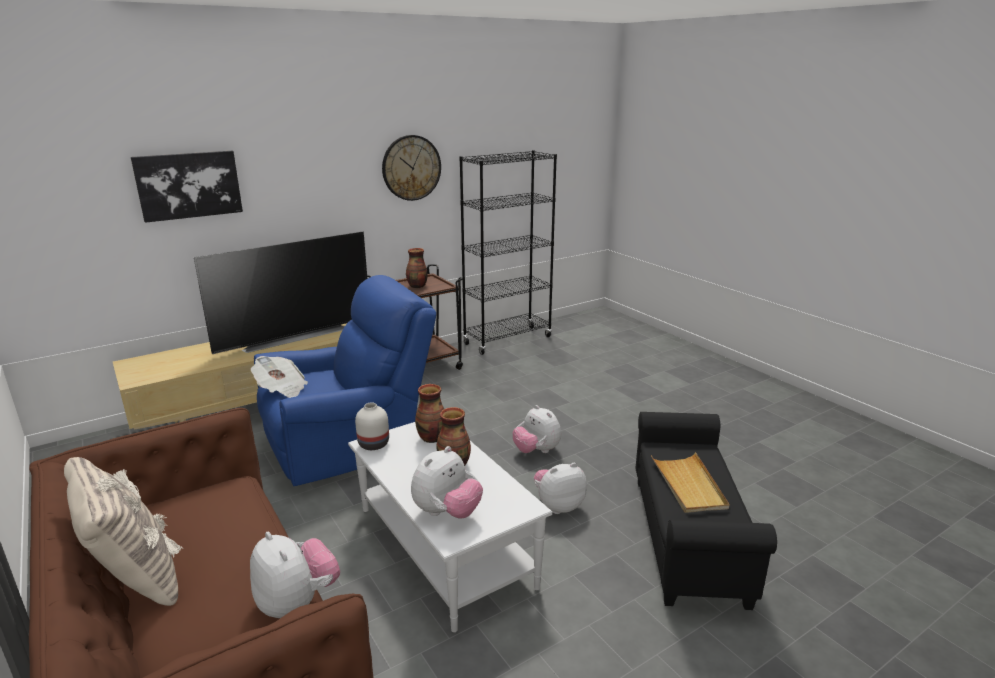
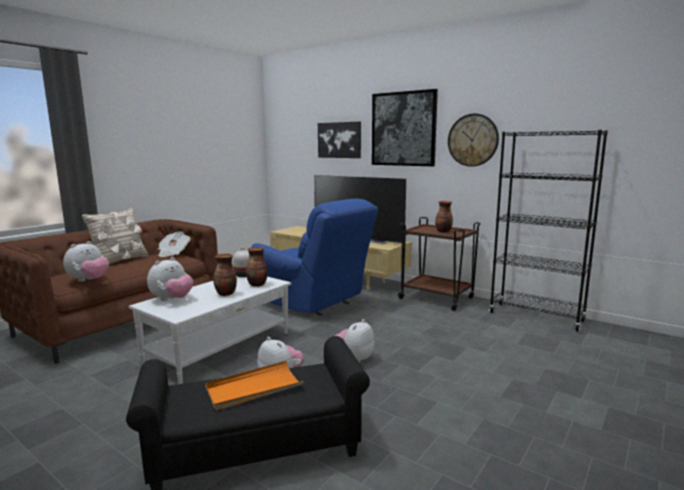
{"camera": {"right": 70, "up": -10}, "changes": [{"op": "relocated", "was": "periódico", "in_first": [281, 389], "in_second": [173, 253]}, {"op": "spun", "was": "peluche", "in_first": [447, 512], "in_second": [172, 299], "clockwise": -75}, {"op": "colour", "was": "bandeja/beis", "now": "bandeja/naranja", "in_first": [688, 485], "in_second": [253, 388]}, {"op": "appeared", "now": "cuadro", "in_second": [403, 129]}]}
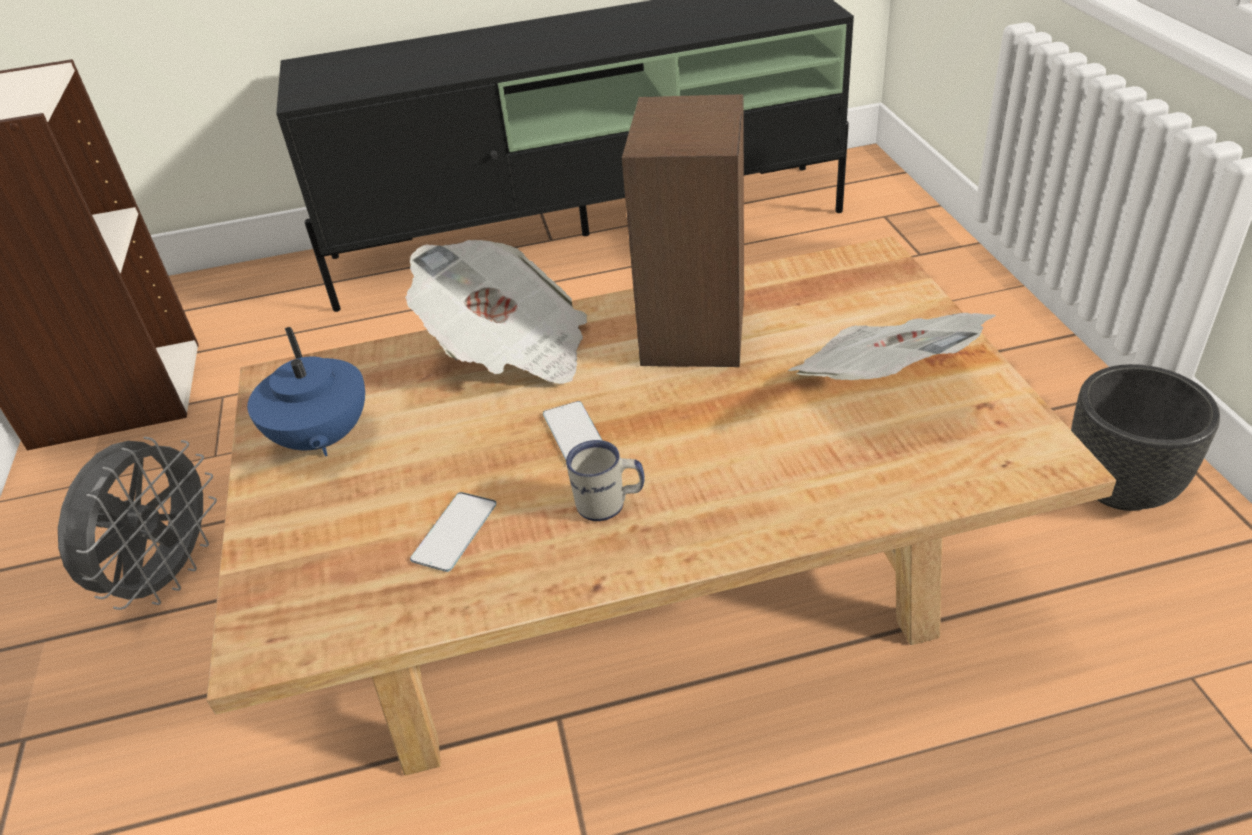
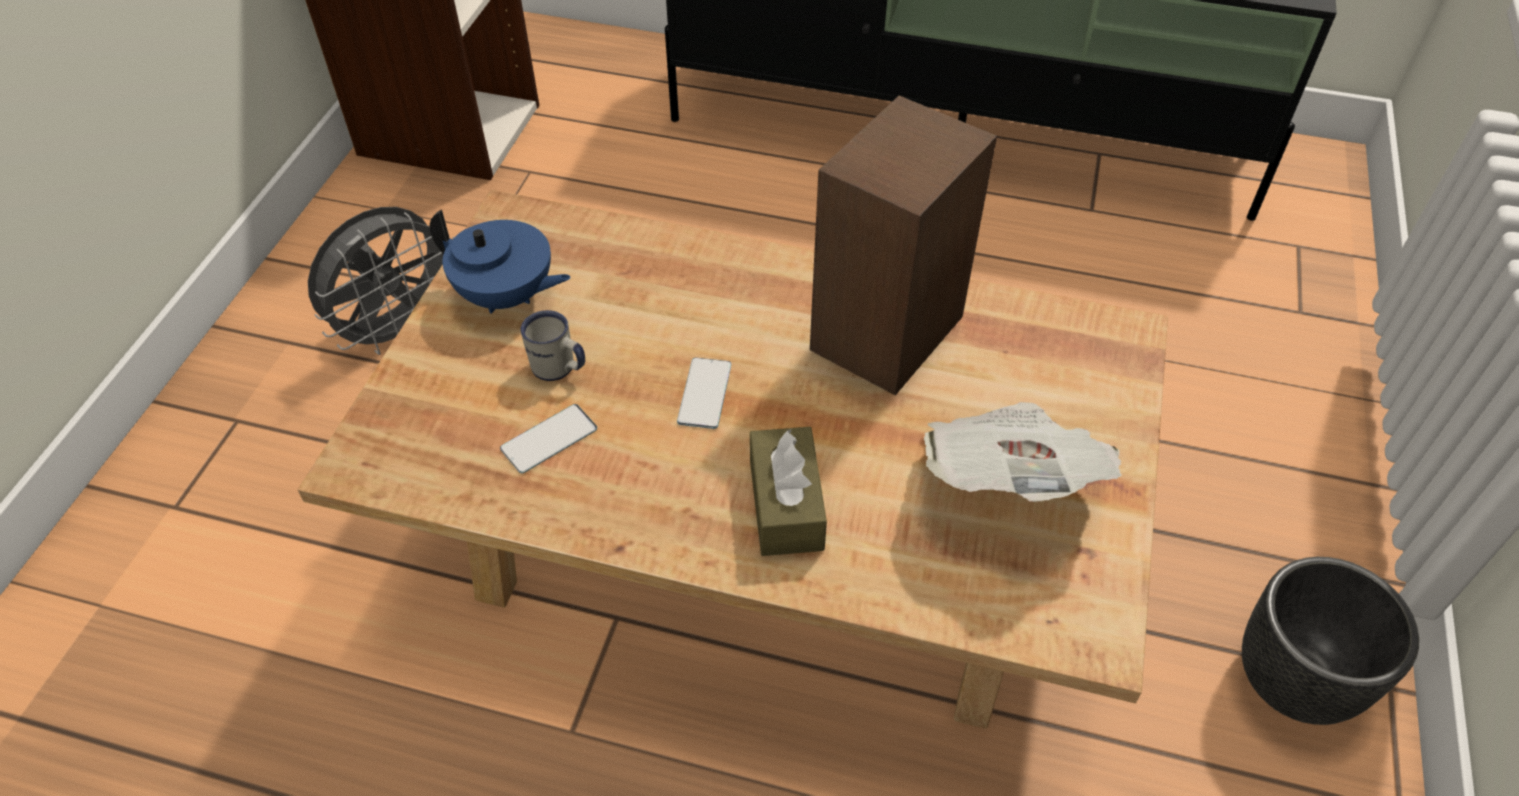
{"camera": {"right": 25, "up": 10}, "changes": [{"op": "spun", "was": "tetera/azul", "in_first": [321, 439], "in_second": [506, 296], "clockwise": -75}, {"op": "missing", "was": "periódico", "in_first": [509, 349]}, {"op": "relocated", "was": "taza grande/blanco", "in_first": [609, 505], "in_second": [559, 369]}, {"op": "appeared", "now": "caja de pañuelos/marrón", "in_second": [786, 505]}]}
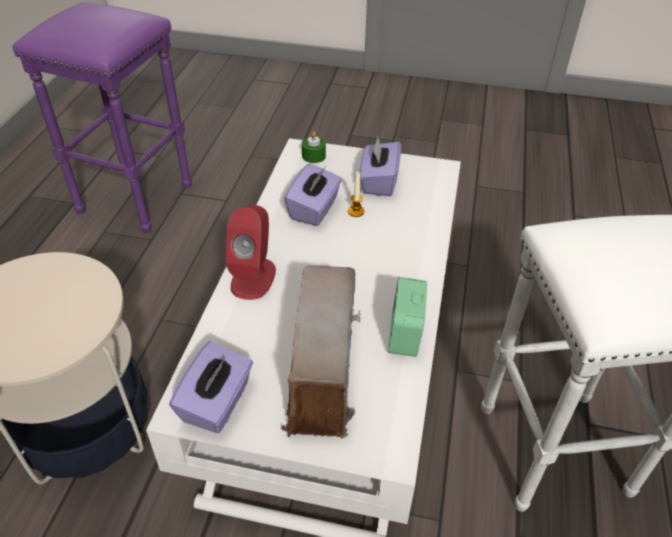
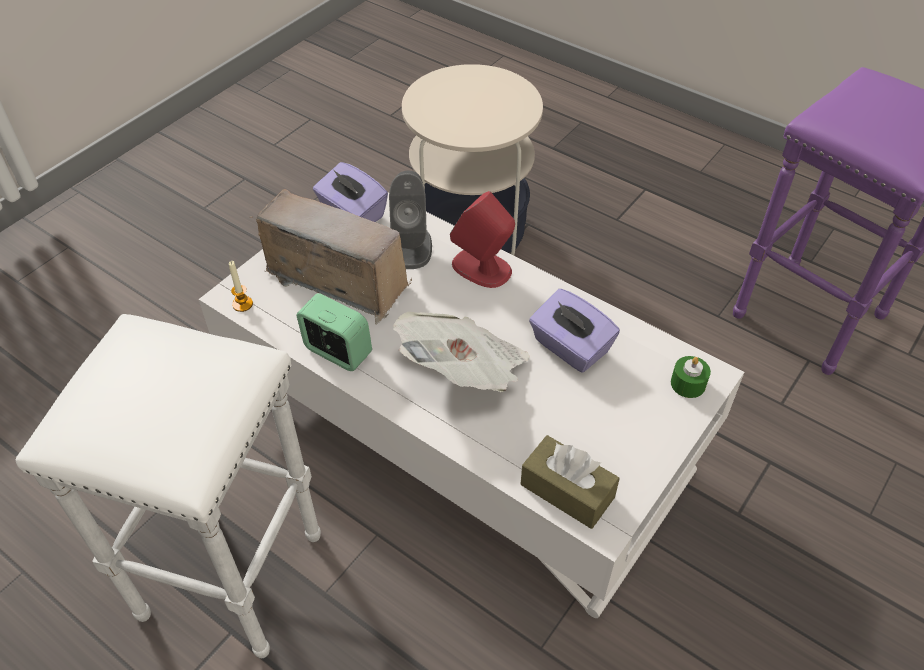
{"camera": {"right": 115, "up": 5}, "changes": [{"op": "relocated", "was": "vela", "in_first": [356, 211], "in_second": [242, 304]}, {"op": "missing", "was": "caja de pañuelos/morado", "in_first": [378, 182]}, {"op": "appeared", "now": "altavoz/gris", "in_second": [410, 247]}, {"op": "appeared", "now": "periódico", "in_second": [465, 371]}, {"op": "appeared", "now": "caja de pañuelos/marrón", "in_second": [567, 491]}]}
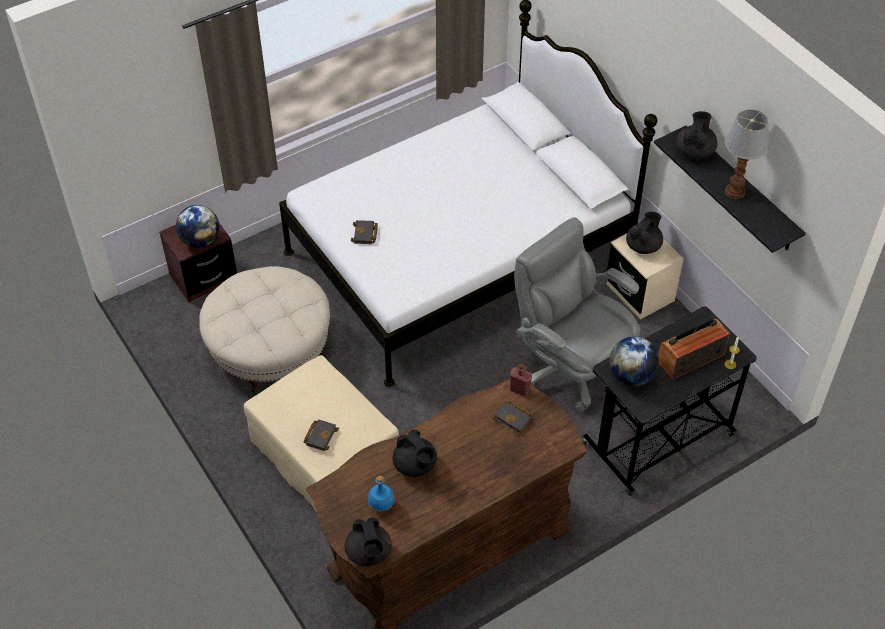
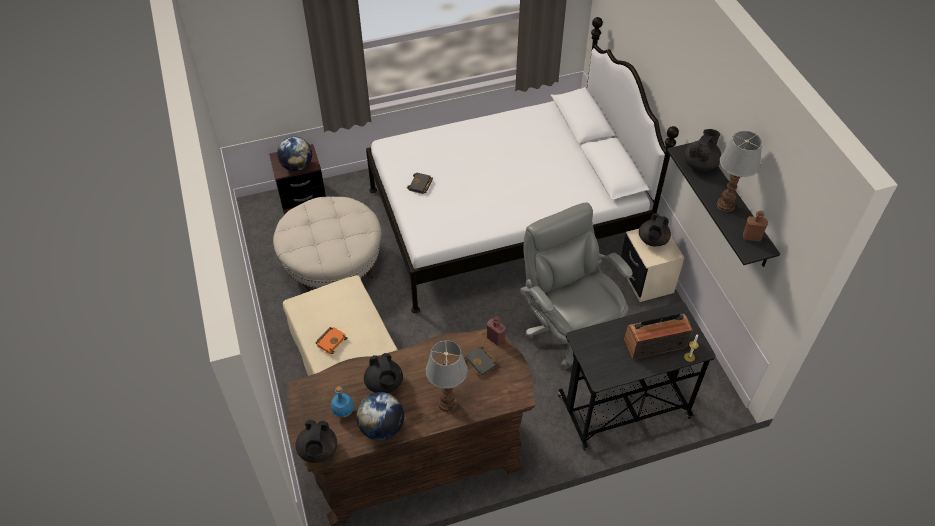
{"camera": {"right": 15, "up": 0}, "changes": [{"op": "colour", "was": "libro/negro", "now": "libro/naranja", "in_first": [320, 435], "in_second": [331, 340]}, {"op": "relocated", "was": "globo terráqueo", "in_first": [631, 375], "in_second": [382, 427]}, {"op": "spun", "was": "tetera/negro", "in_first": [643, 246], "in_second": [652, 240], "clockwise": 150}, {"op": "appeared", "now": "lámpara de mesa", "in_second": [447, 403]}, {"op": "appeared", "now": "botella/marrón", "in_second": [751, 237]}]}
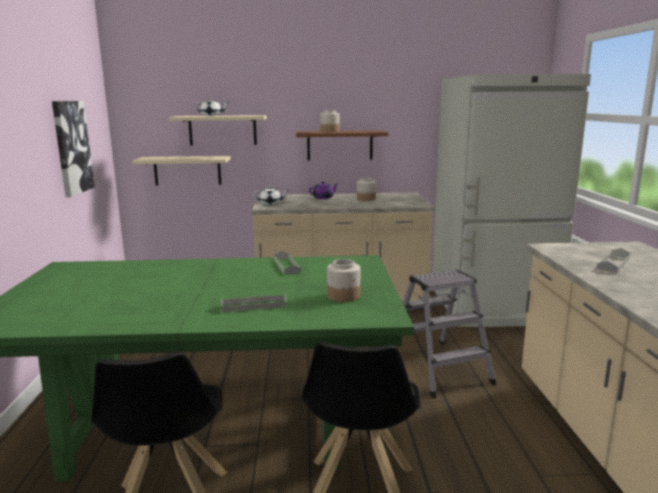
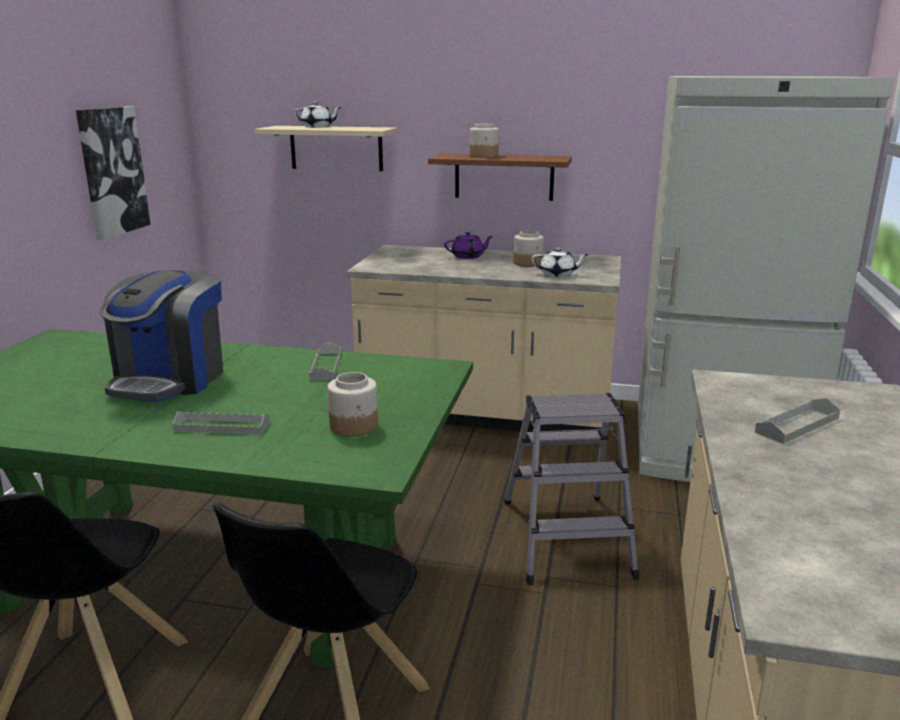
{"camera": {"right": 15, "up": 5}, "changes": [{"op": "missing", "was": "estante/beis", "in_first": [187, 170]}, {"op": "relocated", "was": "tetera/blanco", "in_first": [271, 203], "in_second": [558, 274]}, {"op": "appeared", "now": "cafetera", "in_second": [170, 379]}]}
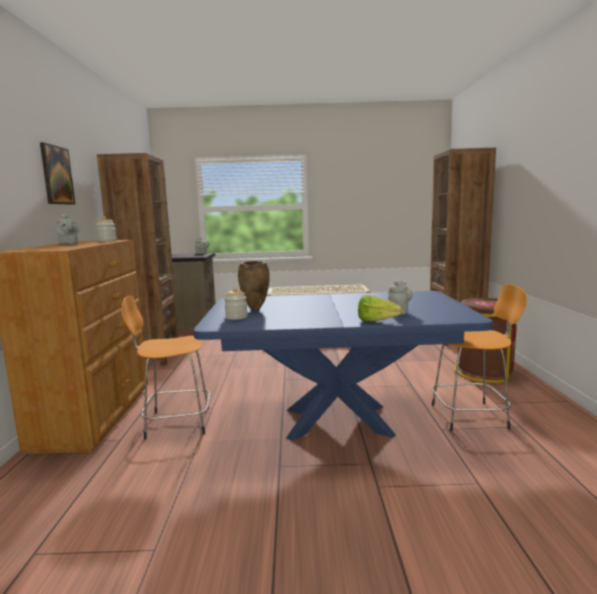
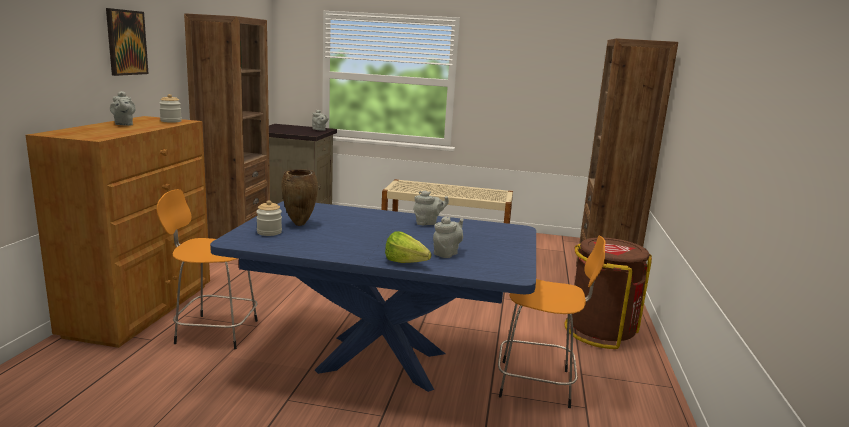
{"camera": {"right": 10, "up": 5}, "changes": [{"op": "appeared", "now": "tetera/gris", "in_second": [428, 223]}]}
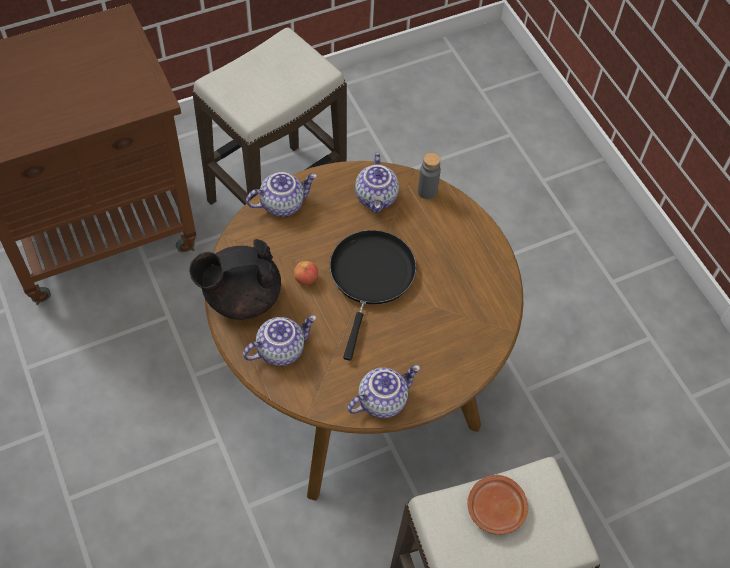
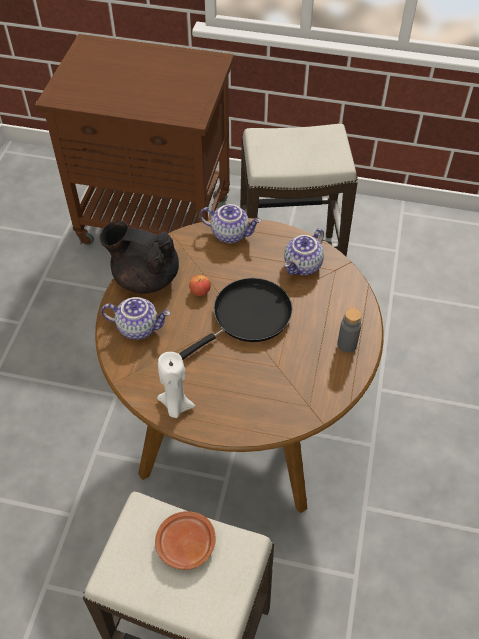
{"camera": {"right": 40, "up": -5}, "changes": [{"op": "exchanged", "was": "tetera", "now": "vela/blanco", "in_first": [382, 399], "in_second": [175, 406]}, {"op": "relocated", "was": "botella/gris", "in_first": [427, 191], "in_second": [347, 344]}]}
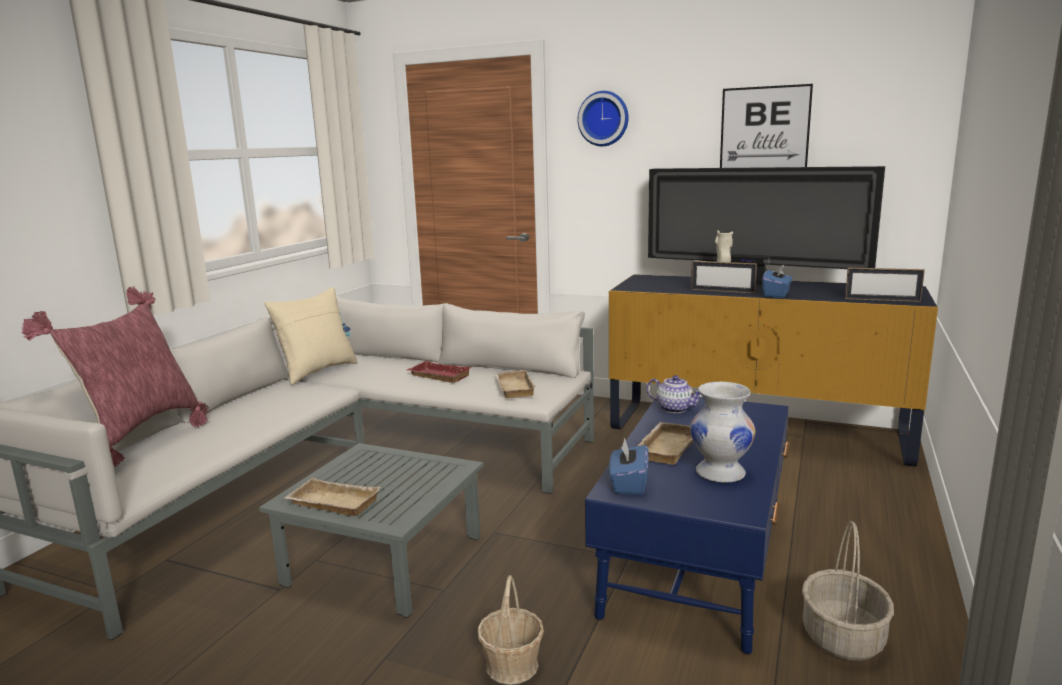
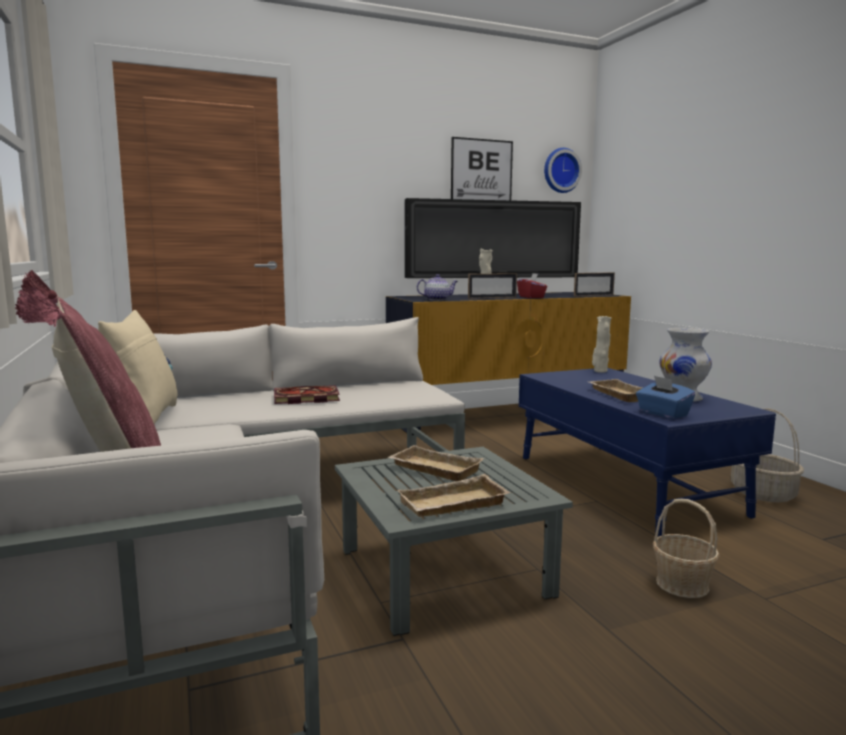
{"camera": {"right": -45, "up": -5}, "changes": [{"op": "exchanged", "was": "bandeja/rojo", "now": "libro", "in_first": [437, 376], "in_second": [304, 398]}, {"op": "relocated", "was": "bandeja/beis", "in_first": [513, 388], "in_second": [432, 469]}, {"op": "relocated", "was": "reloj de pared", "in_first": [604, 118], "in_second": [560, 170]}, {"op": "relocated", "was": "tetera", "in_first": [675, 409], "in_second": [437, 299]}, {"op": "colour", "was": "caja de pañuelos/azul", "now": "caja de pañuelos/rojo", "in_first": [776, 295], "in_second": [531, 297]}, {"op": "appeared", "now": "florero/beis", "in_second": [599, 371]}]}
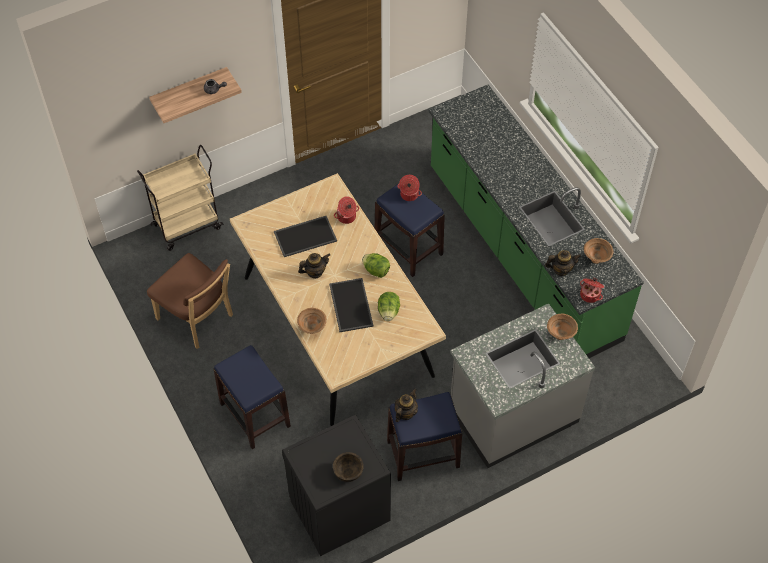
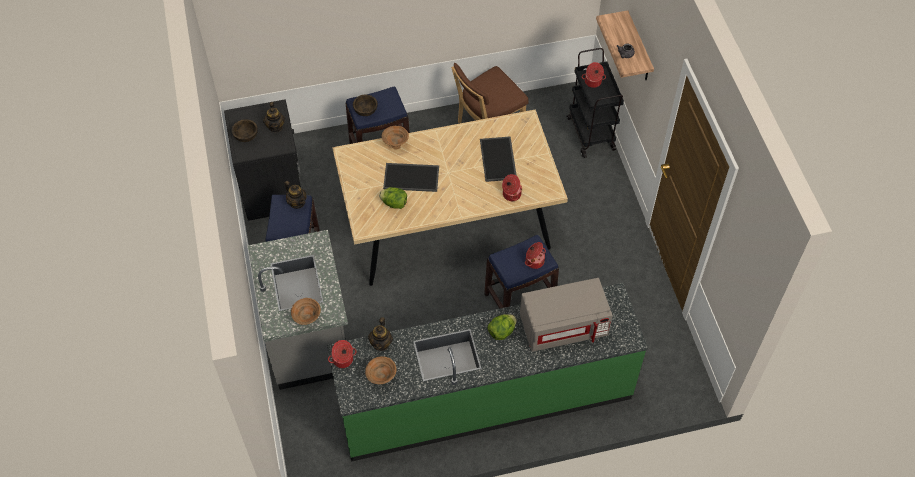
{"camera": {"right": 105, "up": 0}, "changes": [{"op": "colour", "was": "carrito/beis", "now": "carrito/negro", "in_first": [188, 226], "in_second": [591, 134]}, {"op": "relocated", "was": "tetera", "in_first": [315, 272], "in_second": [275, 126]}, {"op": "relocated", "was": "lechuga", "in_first": [376, 270], "in_second": [501, 331]}, {"op": "appeared", "now": "cuenco/marrón", "in_second": [365, 111]}, {"op": "appeared", "now": "microondas/gris", "in_second": [563, 326]}, {"op": "appeared", "now": "olla", "in_second": [593, 82]}]}
